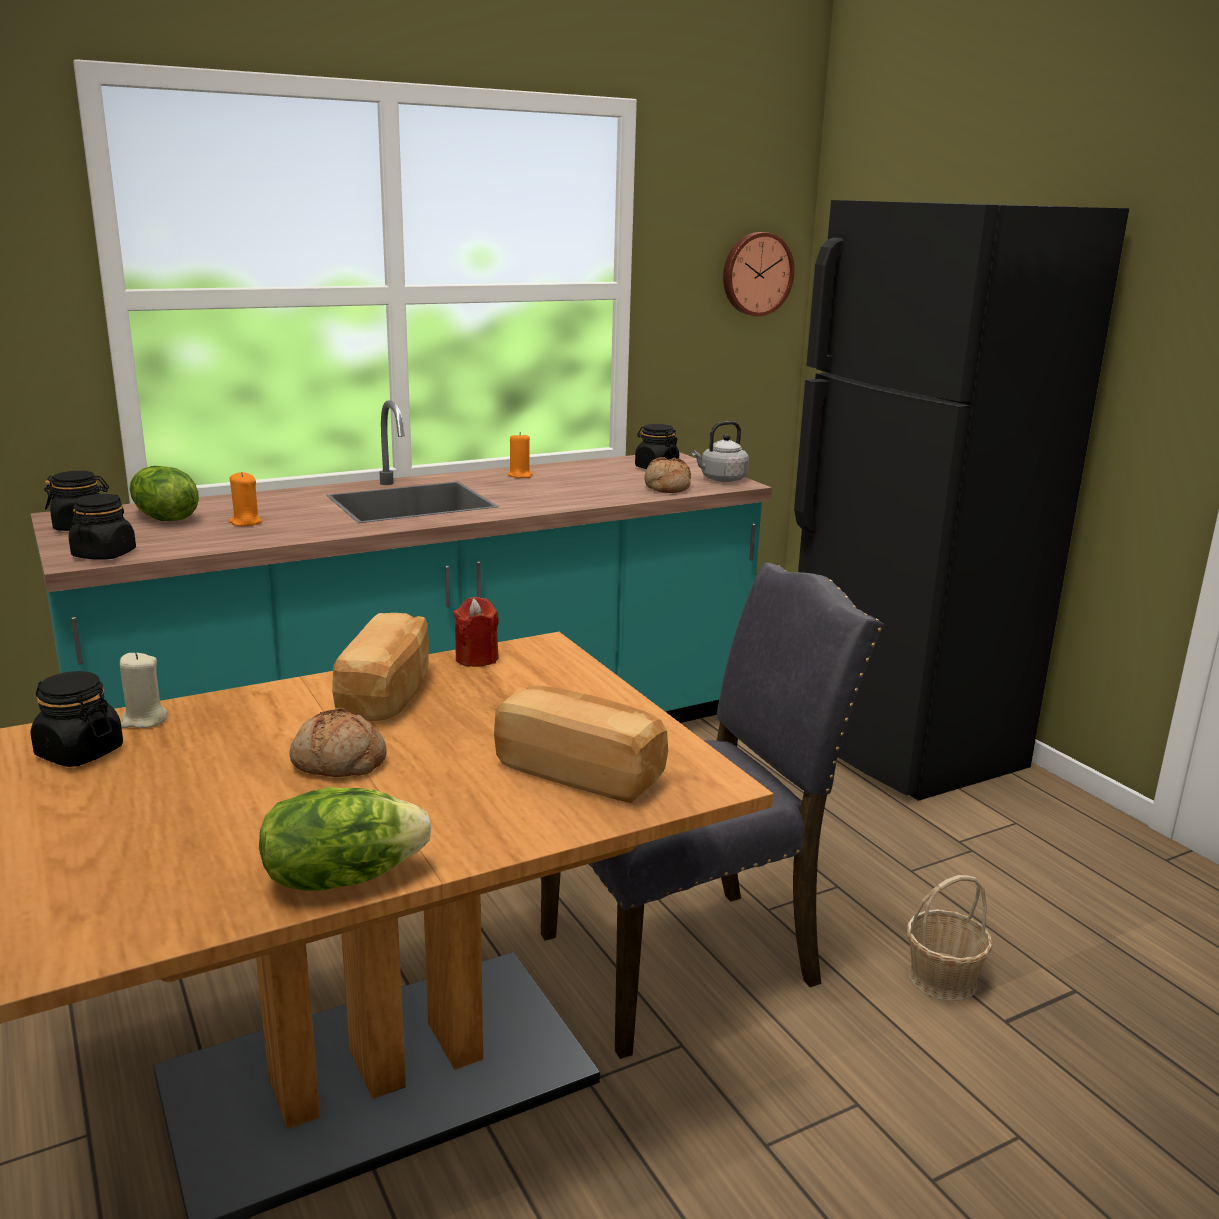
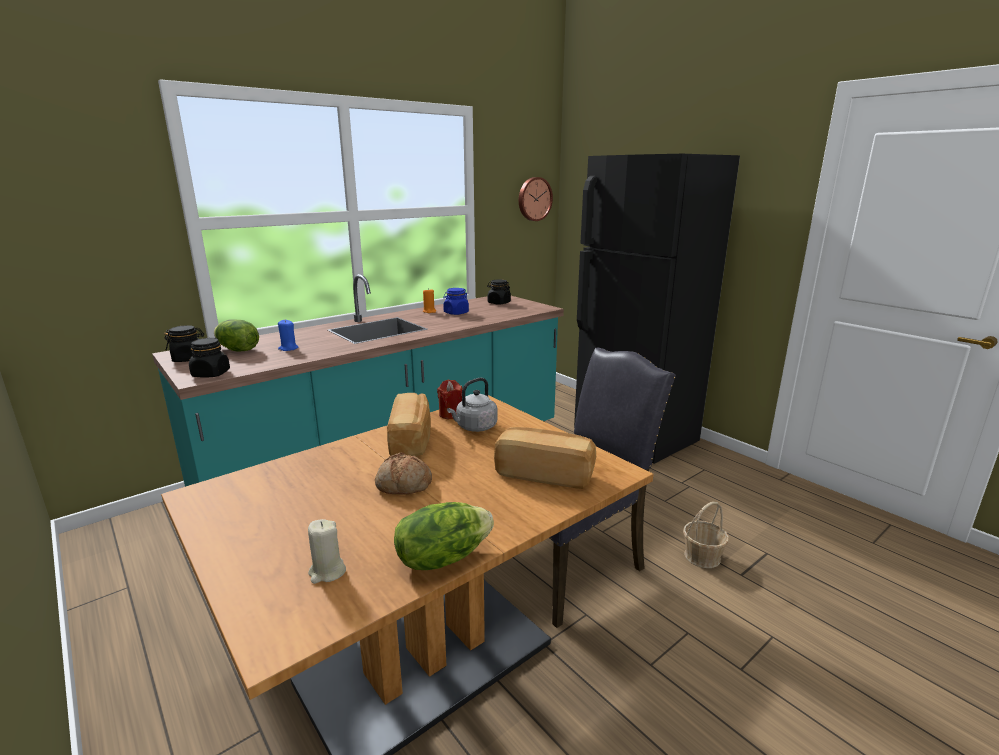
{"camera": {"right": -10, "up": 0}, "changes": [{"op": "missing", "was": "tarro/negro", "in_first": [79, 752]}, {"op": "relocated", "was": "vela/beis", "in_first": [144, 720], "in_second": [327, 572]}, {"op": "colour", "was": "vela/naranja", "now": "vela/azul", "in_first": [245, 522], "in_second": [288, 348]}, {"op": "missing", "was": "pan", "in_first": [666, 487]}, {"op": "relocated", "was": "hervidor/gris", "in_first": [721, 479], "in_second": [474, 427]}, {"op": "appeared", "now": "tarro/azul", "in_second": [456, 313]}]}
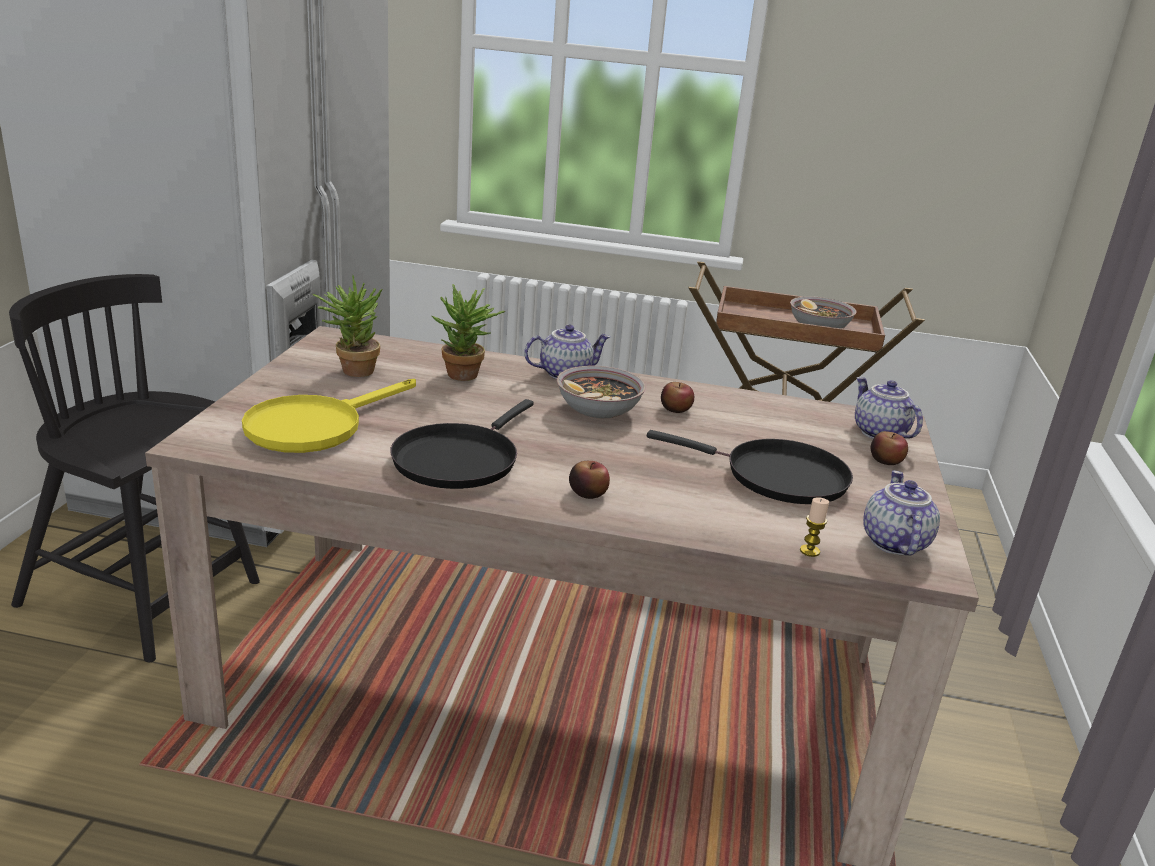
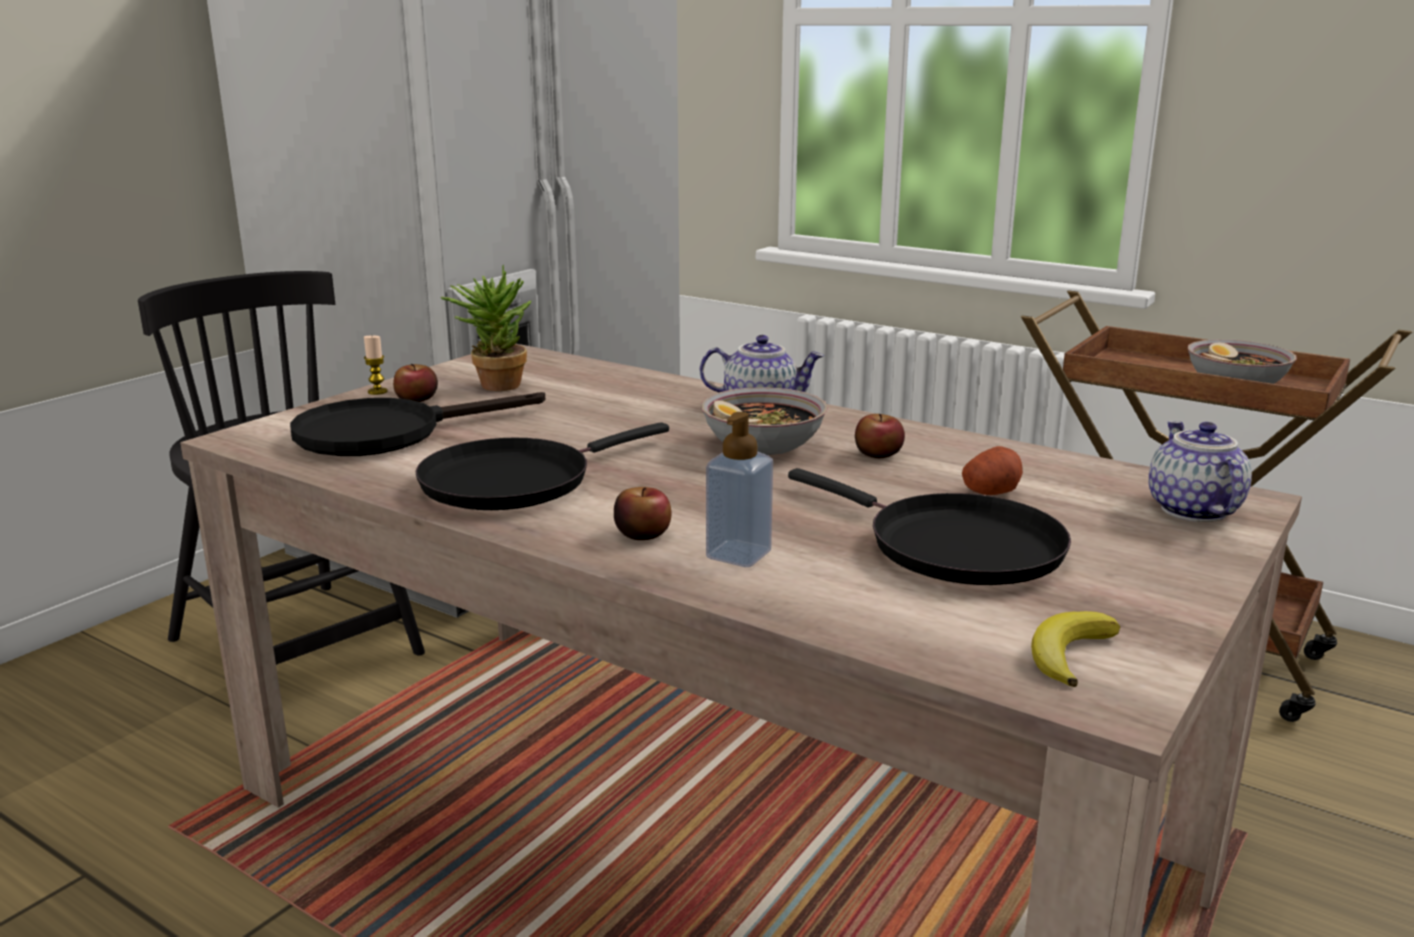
{"camera": {"right": 25, "up": -5}, "changes": [{"op": "colour", "was": "sartén/amarillo", "now": "sartén/negro", "in_first": [316, 425], "in_second": [388, 433]}, {"op": "missing", "was": "planta en maceta", "in_first": [465, 377]}, {"op": "relocated", "was": "vela", "in_first": [809, 551], "in_second": [377, 391]}, {"op": "exchanged", "was": "tetera", "now": "plátano", "in_first": [892, 542], "in_second": [1069, 653]}, {"op": "relocated", "was": "manzana", "in_first": [886, 460], "in_second": [417, 399]}, {"op": "appeared", "now": "dispensador de jabón", "in_second": [738, 555]}, {"op": "appeared", "now": "patata", "in_second": [991, 492]}]}
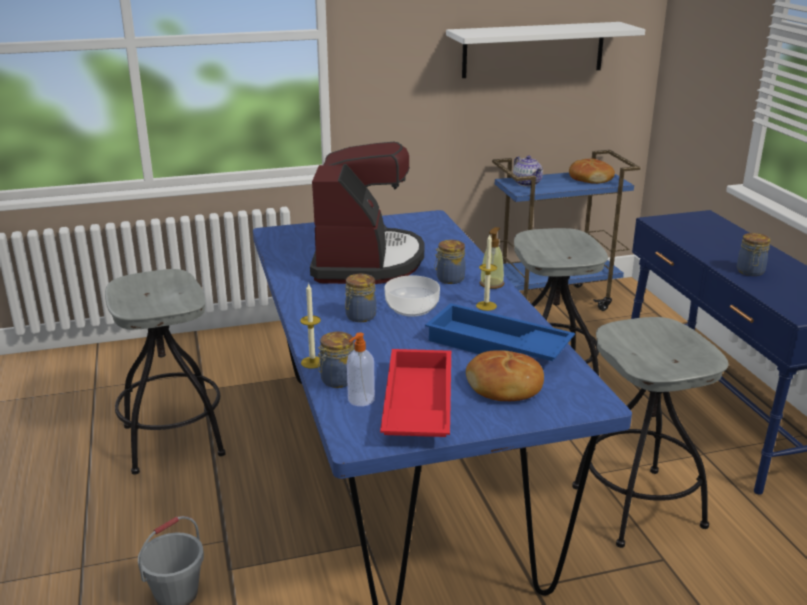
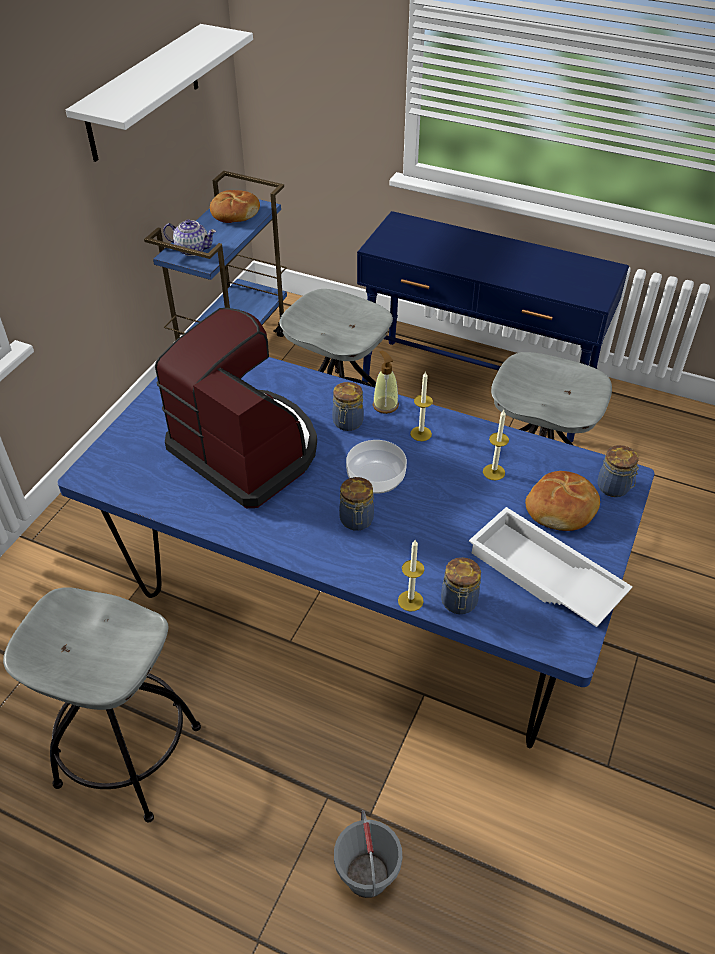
{"camera": {"right": -50, "up": 20}, "changes": [{"op": "missing", "was": "dispensador de jabón", "in_first": [360, 400]}, {"op": "colour", "was": "bandeja/rojo", "now": "bandeja/blanco", "in_first": [416, 404], "in_second": [542, 576]}, {"op": "exchanged", "was": "bandeja/azul", "now": "vela", "in_first": [496, 346], "in_second": [493, 472]}, {"op": "relocated", "was": "tarro", "in_first": [750, 272], "in_second": [614, 488]}]}
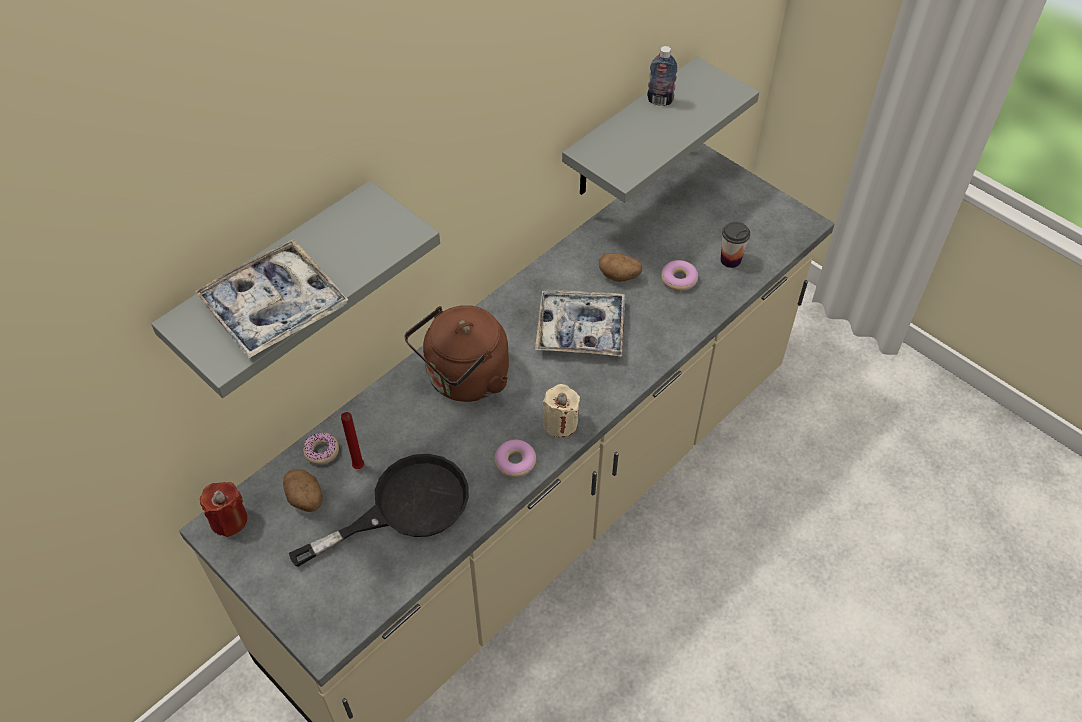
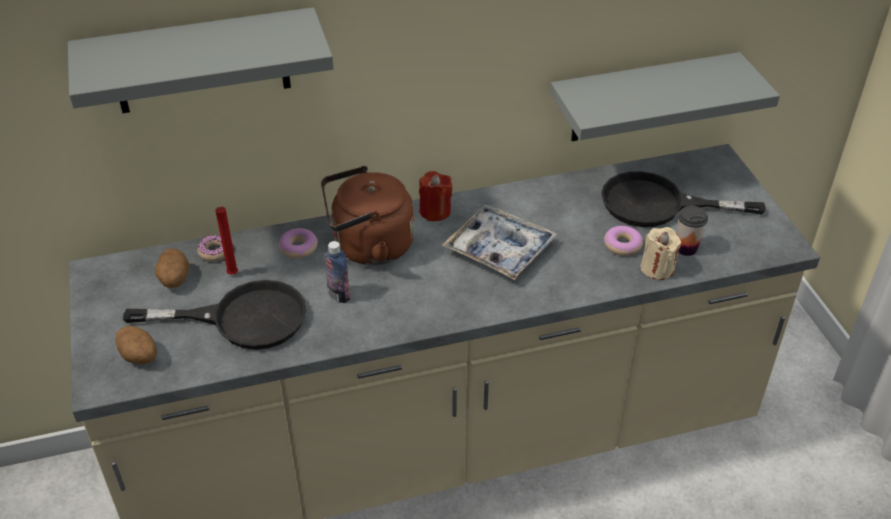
{"camera": {"right": 30, "up": -10}, "changes": [{"op": "missing", "was": "bandeja", "in_first": [274, 307]}, {"op": "relocated", "was": "vela/rojo", "in_first": [229, 520], "in_second": [435, 211]}, {"op": "relocated", "was": "rosquilla", "in_first": [515, 462], "in_second": [298, 248]}, {"op": "relocated", "was": "vela/beis", "in_first": [560, 423], "in_second": [657, 268]}, {"op": "relocated", "was": "patata", "in_first": [619, 276], "in_second": [140, 356]}, {"op": "relocated", "was": "botella", "in_first": [660, 101], "in_second": [339, 295]}, {"op": "appeared", "now": "sartén/negro", "in_second": [658, 204]}]}
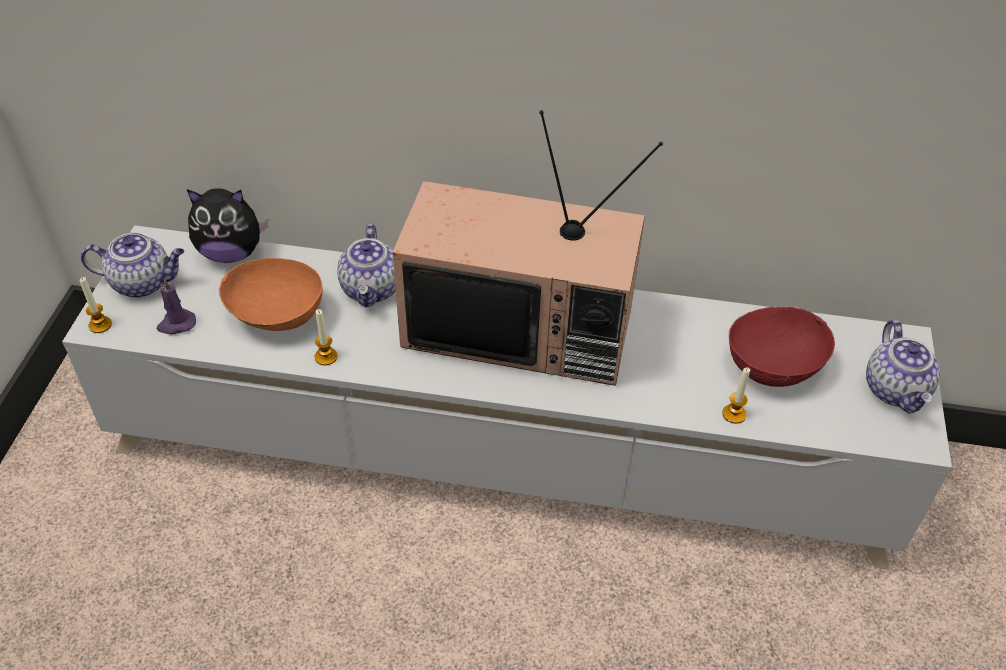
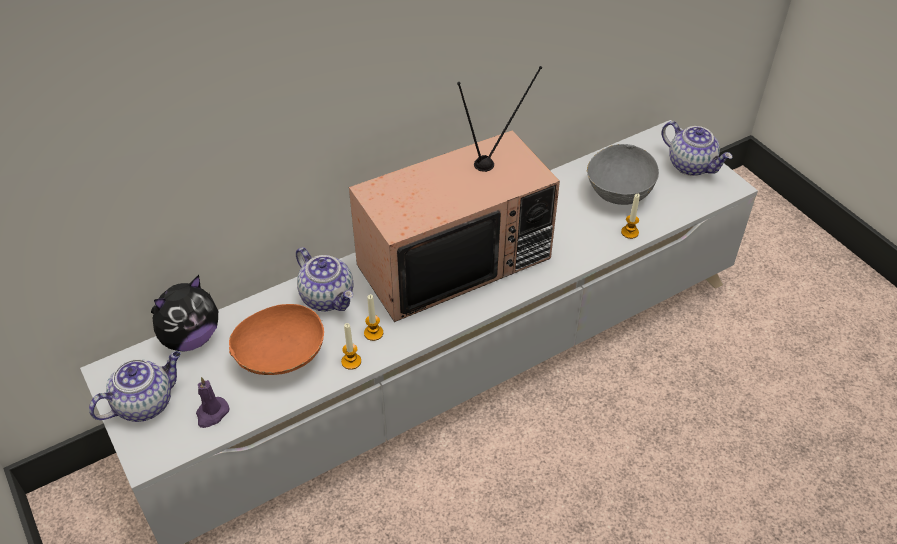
{"camera": {"right": -40, "up": 0}, "changes": [{"op": "relocated", "was": "vela", "in_first": [100, 325], "in_second": [373, 333]}, {"op": "colour", "was": "cuenco/rojo", "now": "cuenco/gris", "in_first": [773, 365], "in_second": [619, 191]}]}
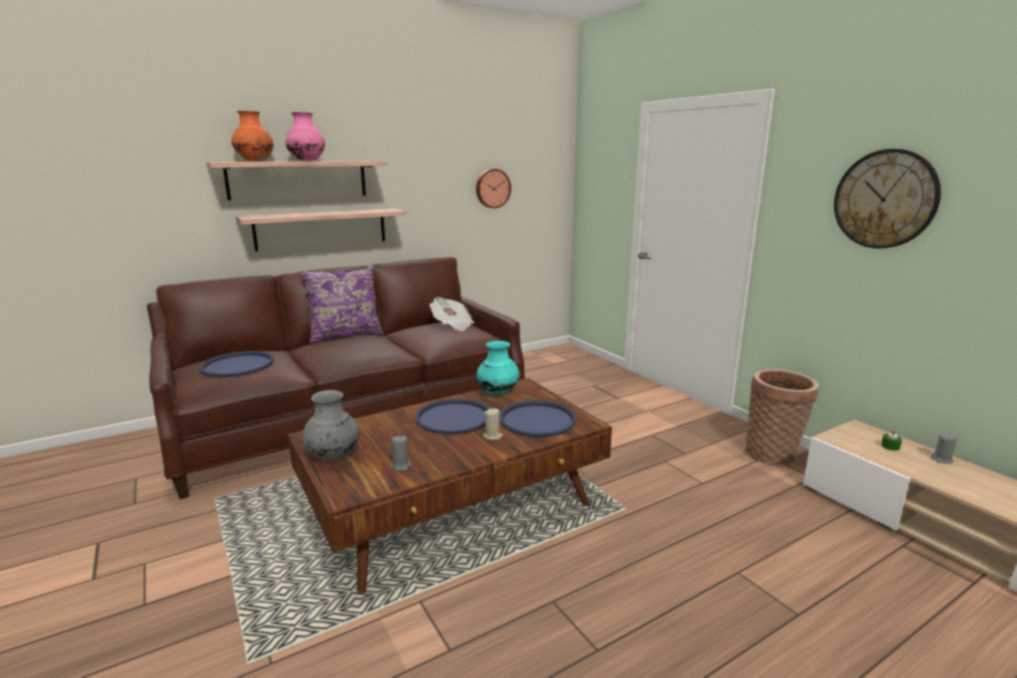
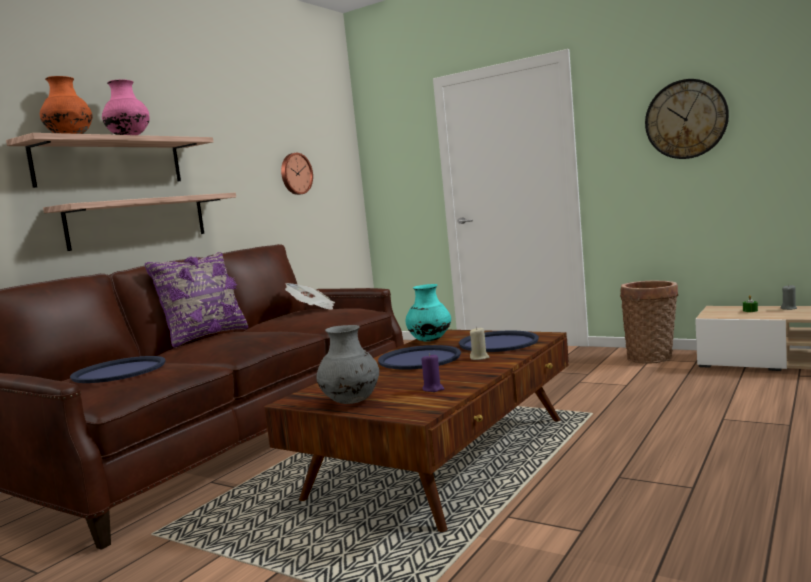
{"camera": {"right": -25, "up": -10}, "changes": [{"op": "colour", "was": "vela/gris", "now": "vela/morado", "in_first": [401, 466], "in_second": [433, 389]}]}
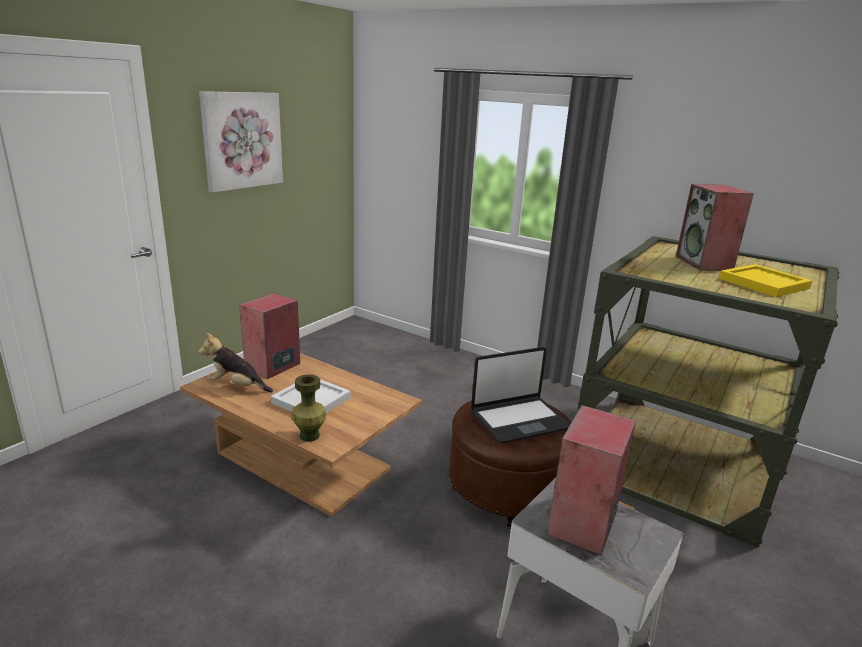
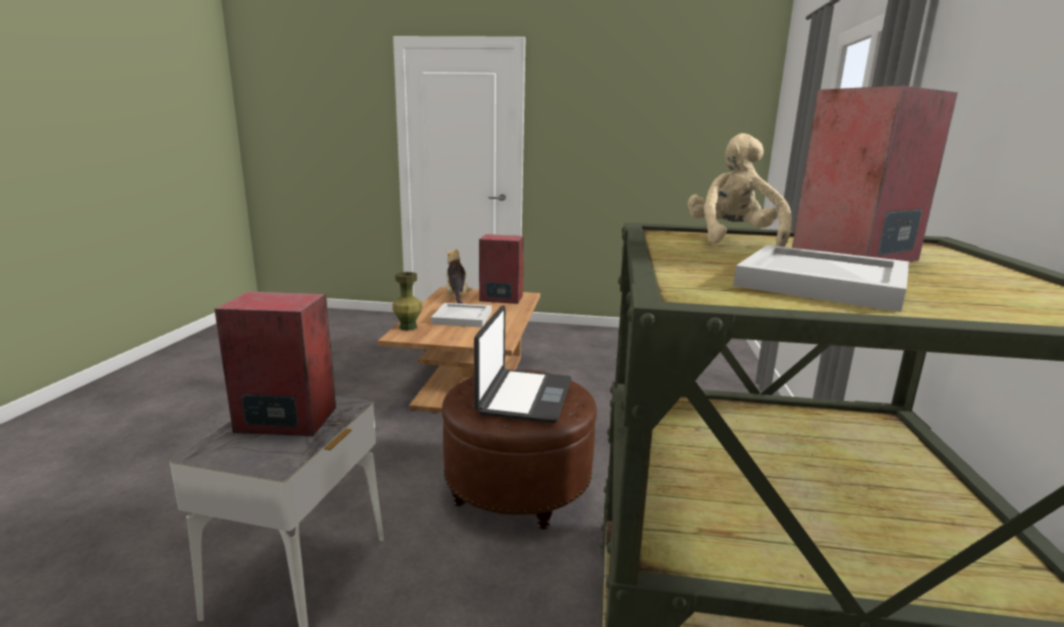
{"camera": {"right": 65, "up": -5}, "changes": [{"op": "missing", "was": "cuadro", "in_first": [242, 140]}, {"op": "spun", "was": "portátil", "in_first": [519, 420], "in_second": [524, 396], "clockwise": -120}, {"op": "colour", "was": "bandeja/amarillo", "now": "bandeja/blanco", "in_first": [762, 283], "in_second": [819, 282]}, {"op": "appeared", "now": "peluche/beis", "in_second": [733, 239]}]}
